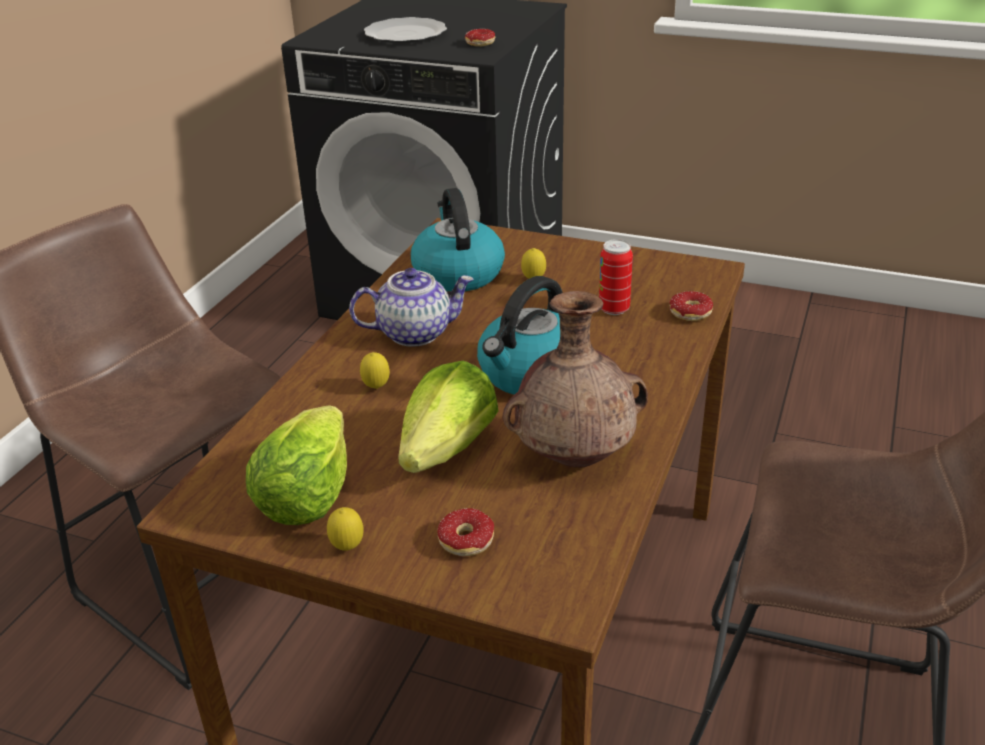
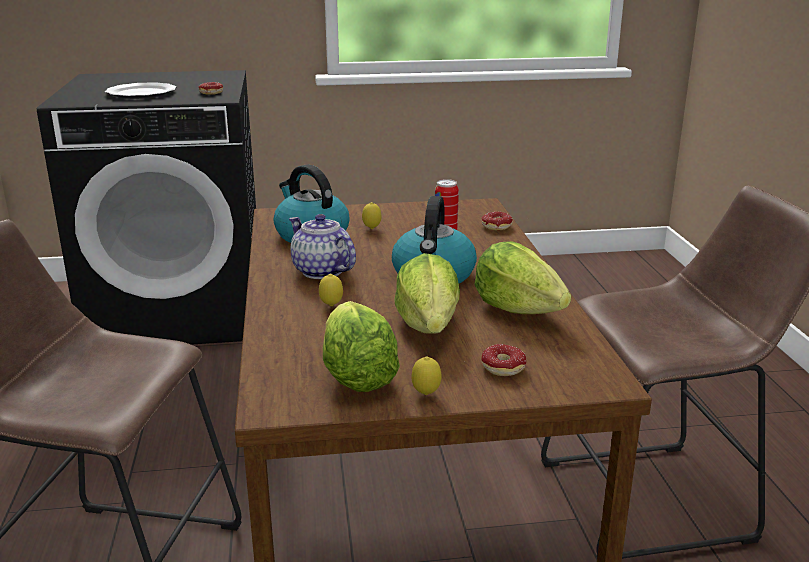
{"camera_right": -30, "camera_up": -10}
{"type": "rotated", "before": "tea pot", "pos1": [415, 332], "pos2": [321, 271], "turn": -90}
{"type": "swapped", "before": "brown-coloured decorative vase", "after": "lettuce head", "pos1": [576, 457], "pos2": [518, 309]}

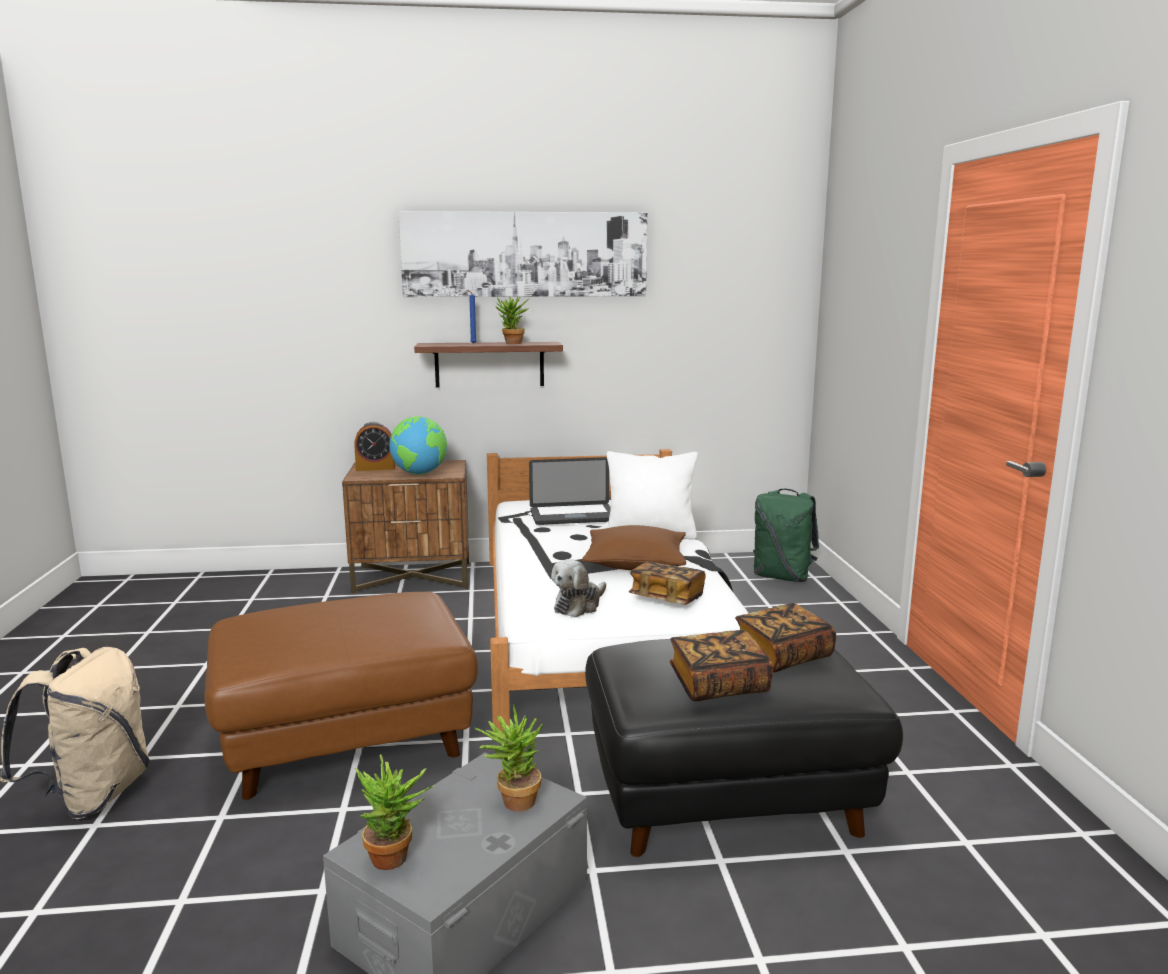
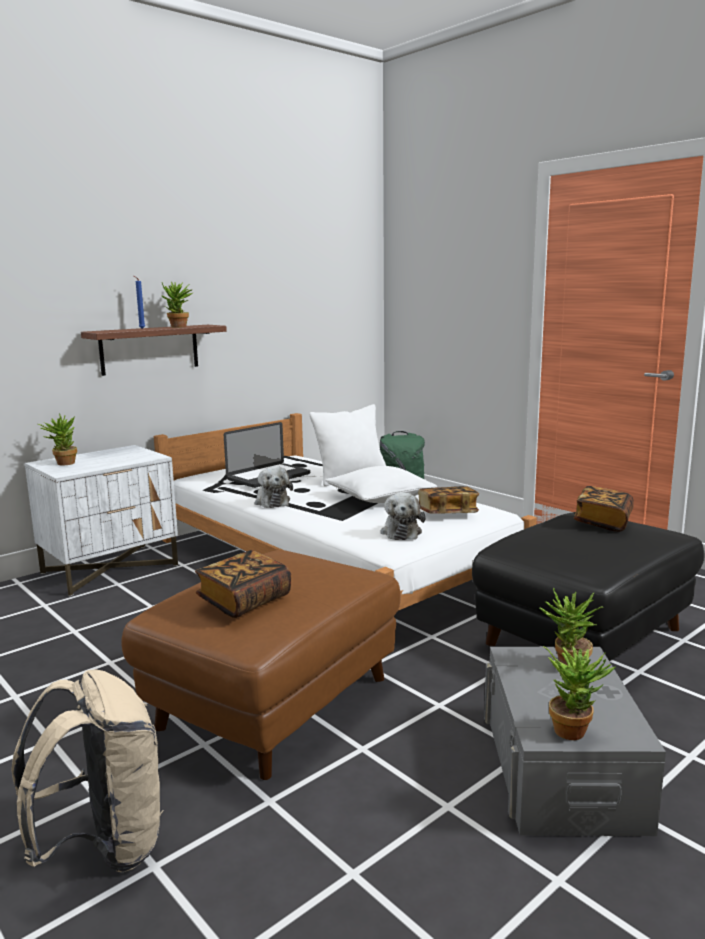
{"camera_right": -35, "camera_up": 0}
{"type": "repainted", "before": "brown-coloured night table", "after": "white night table", "pos1": [413, 578], "pos2": [111, 569]}
{"type": "swapped", "before": "alarm clock", "after": "houseplant", "pos1": [375, 468], "pos2": [62, 463]}
{"type": "gone", "before": "globe", "pos1": [420, 473]}
{"type": "gone", "before": "wall art", "pos1": [525, 254]}
{"type": "repainted", "before": "brown-coloured cushion", "after": "white cushion", "pos1": [635, 563], "pos2": [380, 498]}
{"type": "shifted", "before": "volume", "pos1": [718, 685], "pos2": [244, 600]}
{"type": "new", "after": "plush toy", "pos2": [272, 501]}

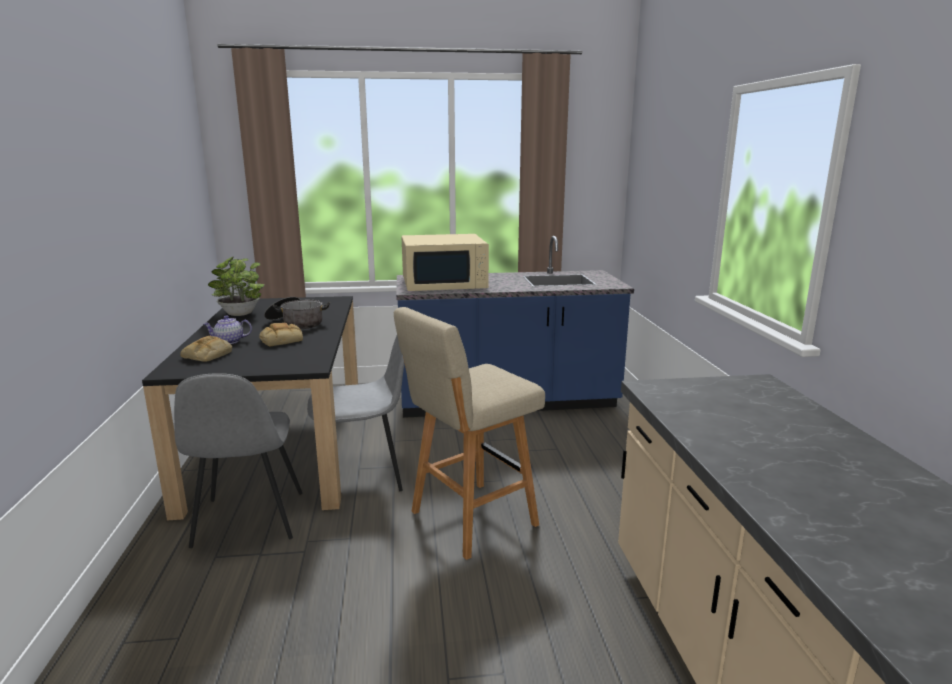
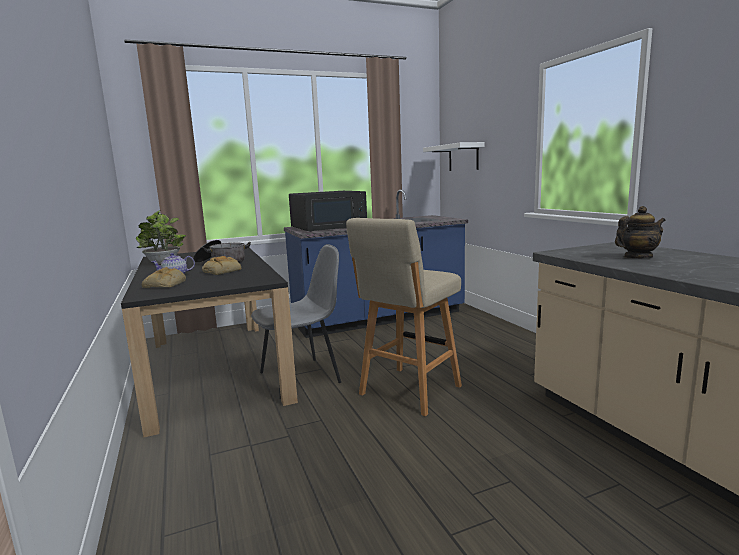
{"camera_right": -15, "camera_up": -5}
{"type": "gone", "before": "greyish chair", "pos1": [248, 520]}
{"type": "repainted", "before": "beige microwave oven", "after": "black microwave oven", "pos1": [444, 283], "pos2": [329, 227]}
{"type": "new", "after": "white shelf", "pos2": [463, 157]}
{"type": "new", "after": "tea pot", "pos2": [637, 257]}

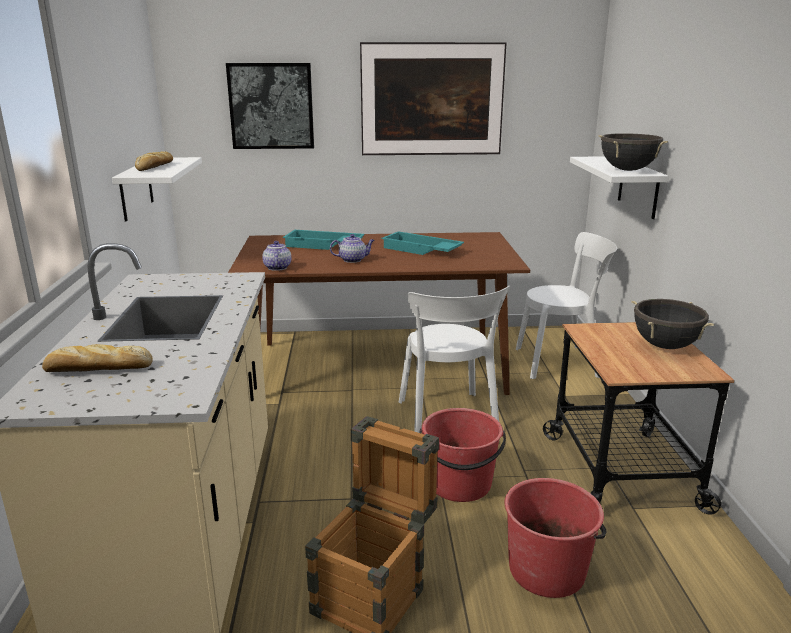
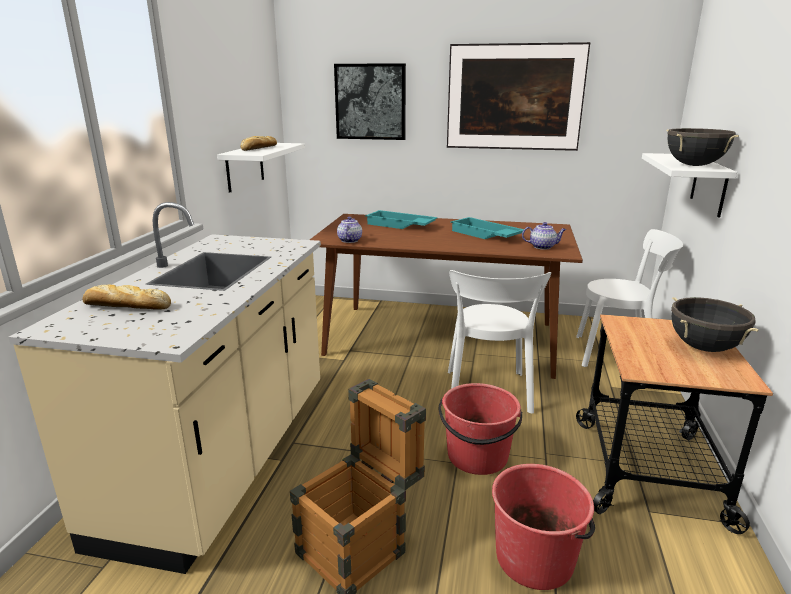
{"camera_right": 15, "camera_up": 0}
{"type": "shifted", "before": "tea pot", "pos1": [353, 260], "pos2": [543, 247]}

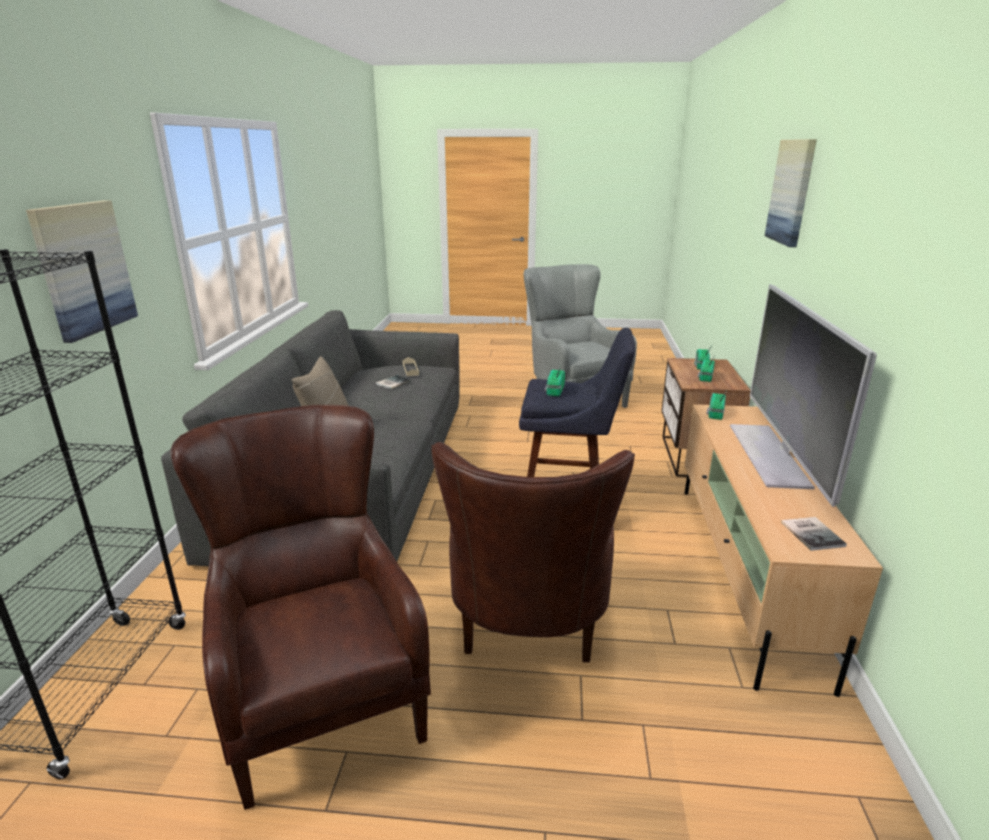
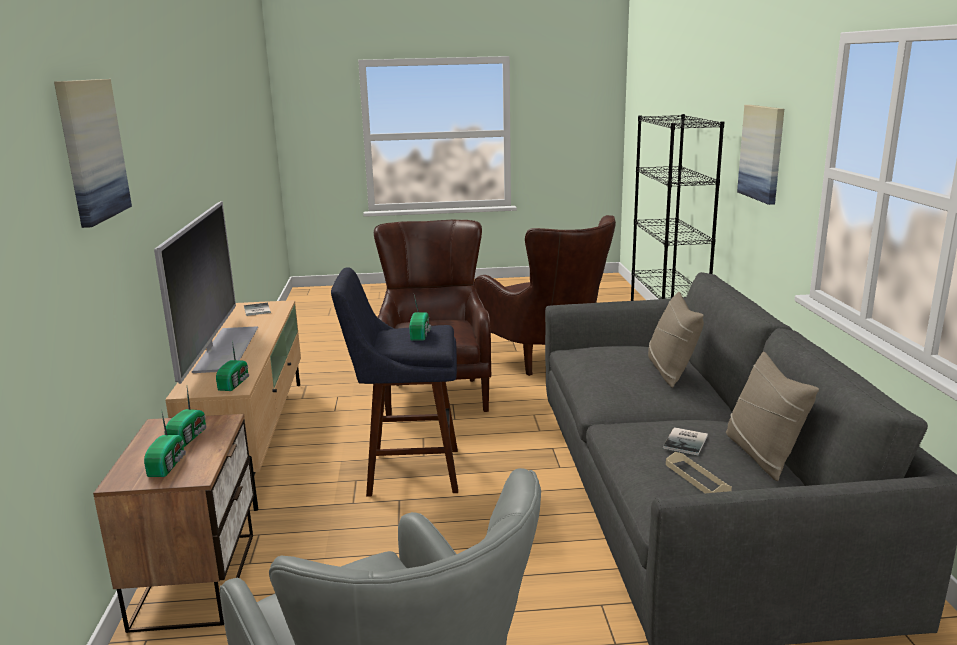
{"camera_right": 170, "camera_up": -5}
{"type": "new", "after": "beige cushion", "pos2": [762, 455]}

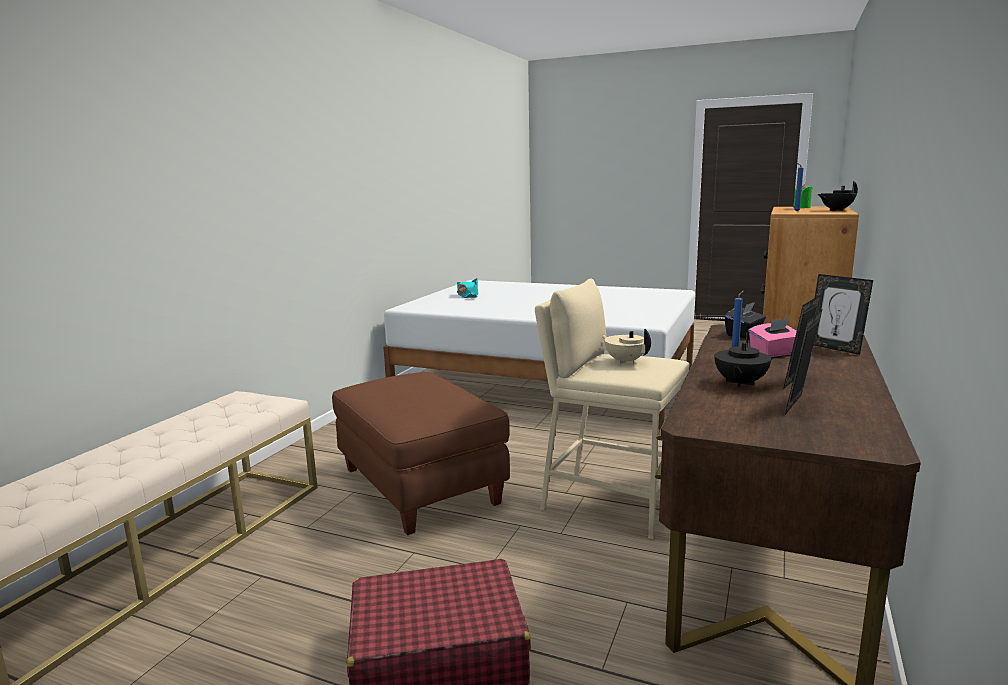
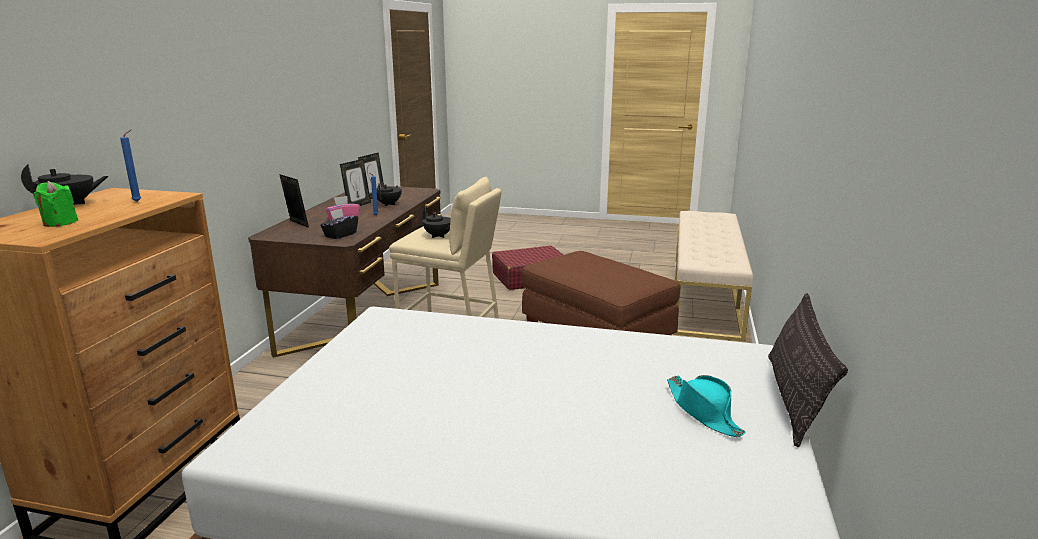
{"camera_right": 170, "camera_up": 5}
{"type": "repainted", "before": "beige tea pot", "after": "black tea pot", "pos1": [625, 361], "pos2": [438, 236]}
{"type": "new", "after": "cushion", "pos2": [794, 398]}

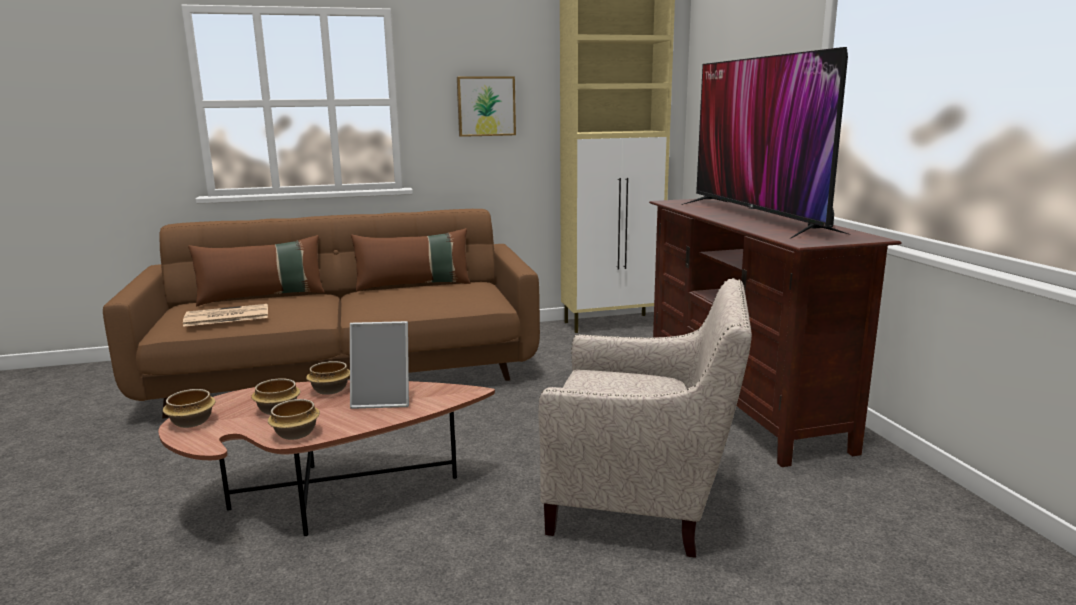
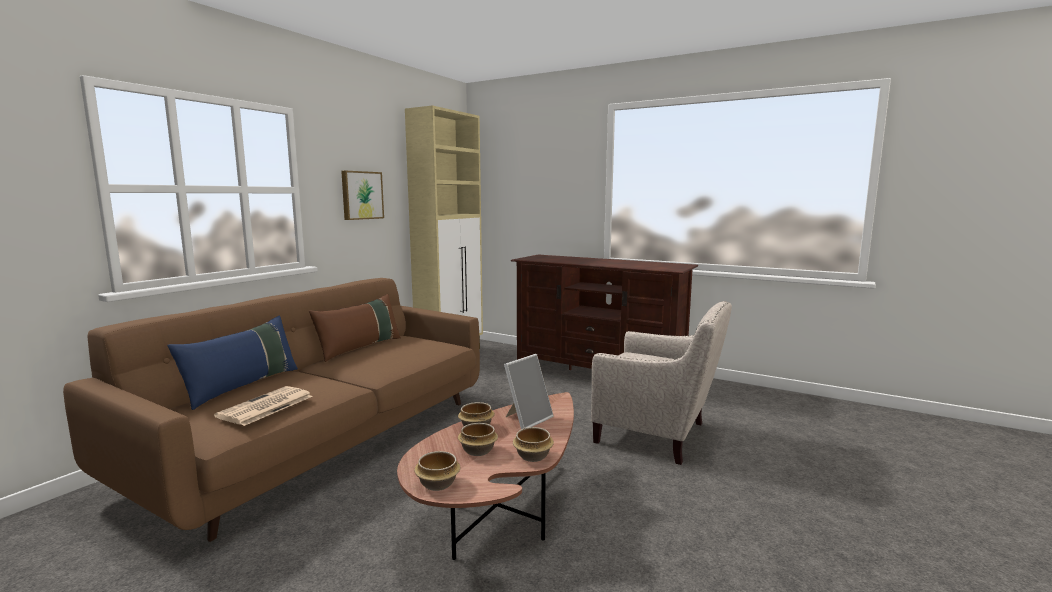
{"camera_right": -45, "camera_up": -5}
{"type": "repainted", "before": "brown-coloured cushion", "after": "blue cushion", "pos1": [262, 297], "pos2": [243, 386]}
{"type": "rotated", "before": "beige easy chair", "pos1": [643, 503], "pos2": [658, 435], "turn": 60}
{"type": "gone", "before": "TV", "pos1": [756, 217]}

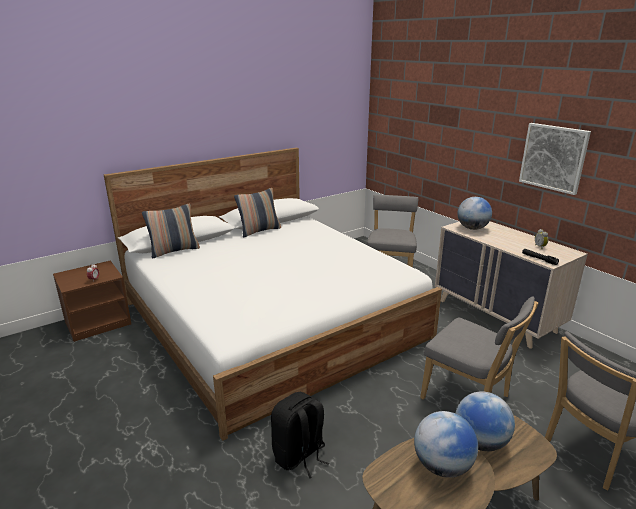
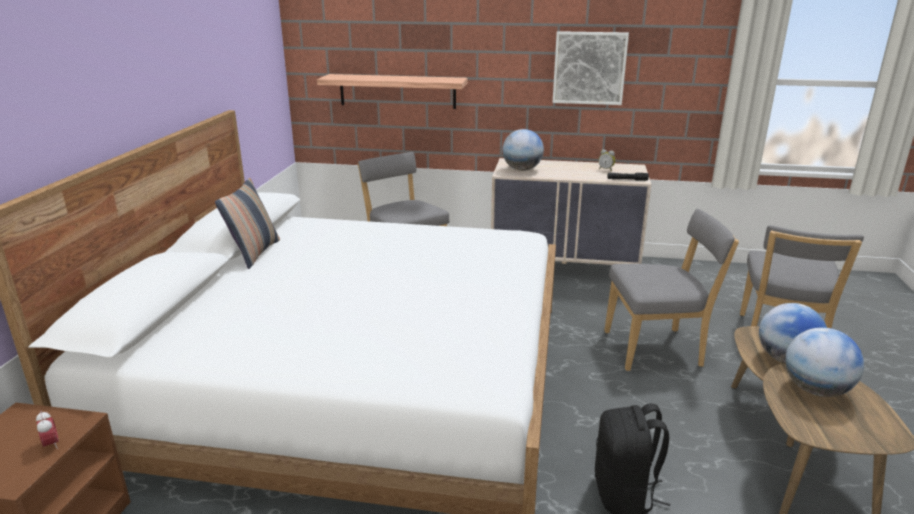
{"camera_right": -45, "camera_up": 0}
{"type": "gone", "before": "cushion", "pos1": [174, 251]}
{"type": "new", "after": "shelf", "pos2": [397, 91]}

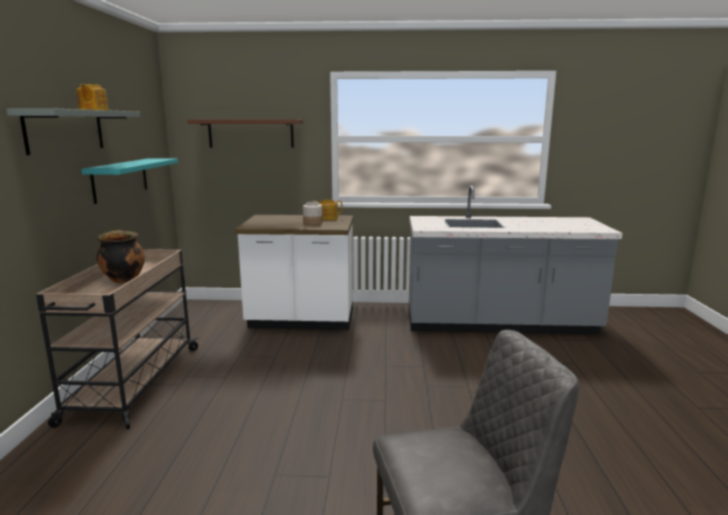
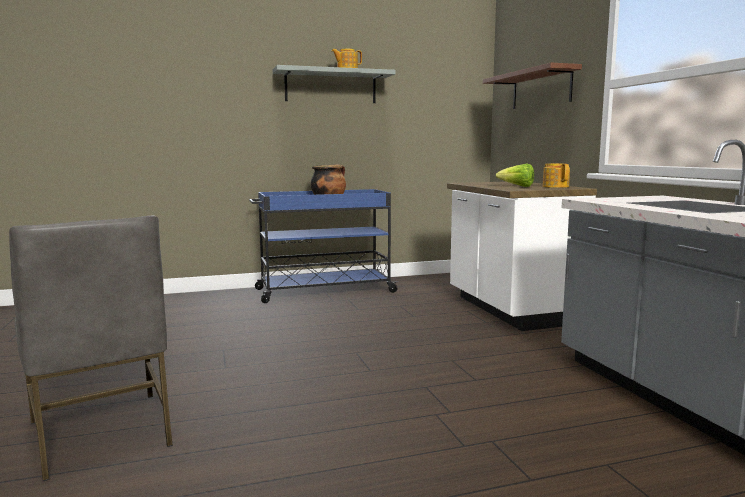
{"camera_right": 70, "camera_up": -5}
{"type": "repainted", "before": "beige wheeled cart", "after": "blue wheeled cart", "pos1": [133, 384], "pos2": [323, 291]}
{"type": "gone", "before": "blue-green shelf", "pos1": [120, 179]}
{"type": "swapped", "before": "jar", "after": "lettuce head", "pos1": [313, 223], "pos2": [517, 186]}

